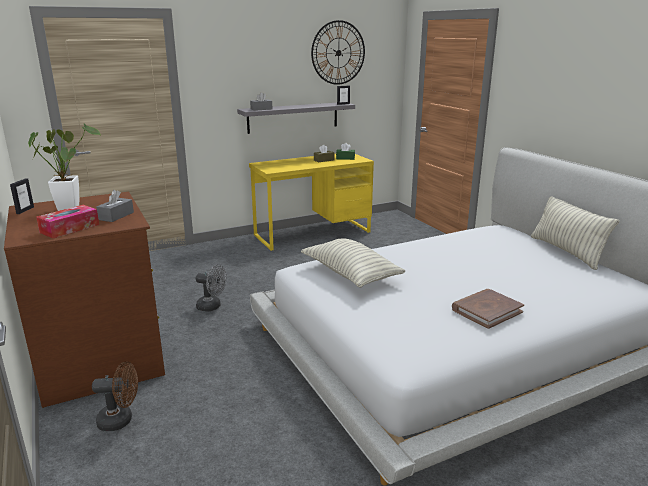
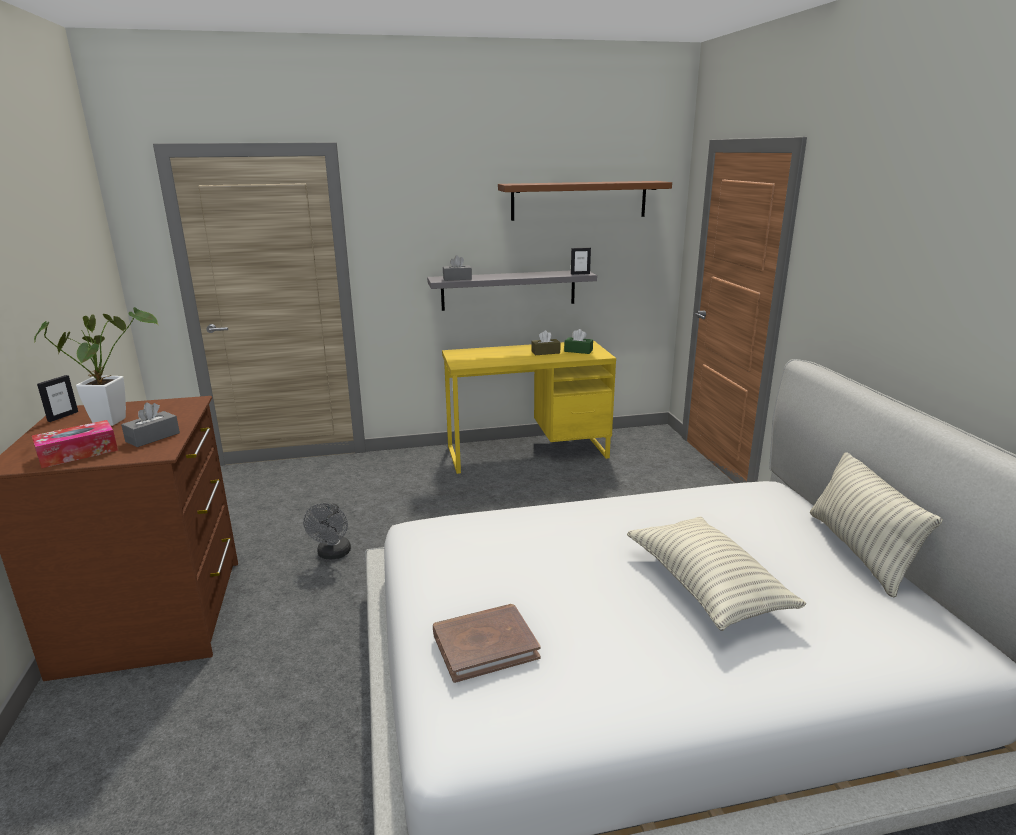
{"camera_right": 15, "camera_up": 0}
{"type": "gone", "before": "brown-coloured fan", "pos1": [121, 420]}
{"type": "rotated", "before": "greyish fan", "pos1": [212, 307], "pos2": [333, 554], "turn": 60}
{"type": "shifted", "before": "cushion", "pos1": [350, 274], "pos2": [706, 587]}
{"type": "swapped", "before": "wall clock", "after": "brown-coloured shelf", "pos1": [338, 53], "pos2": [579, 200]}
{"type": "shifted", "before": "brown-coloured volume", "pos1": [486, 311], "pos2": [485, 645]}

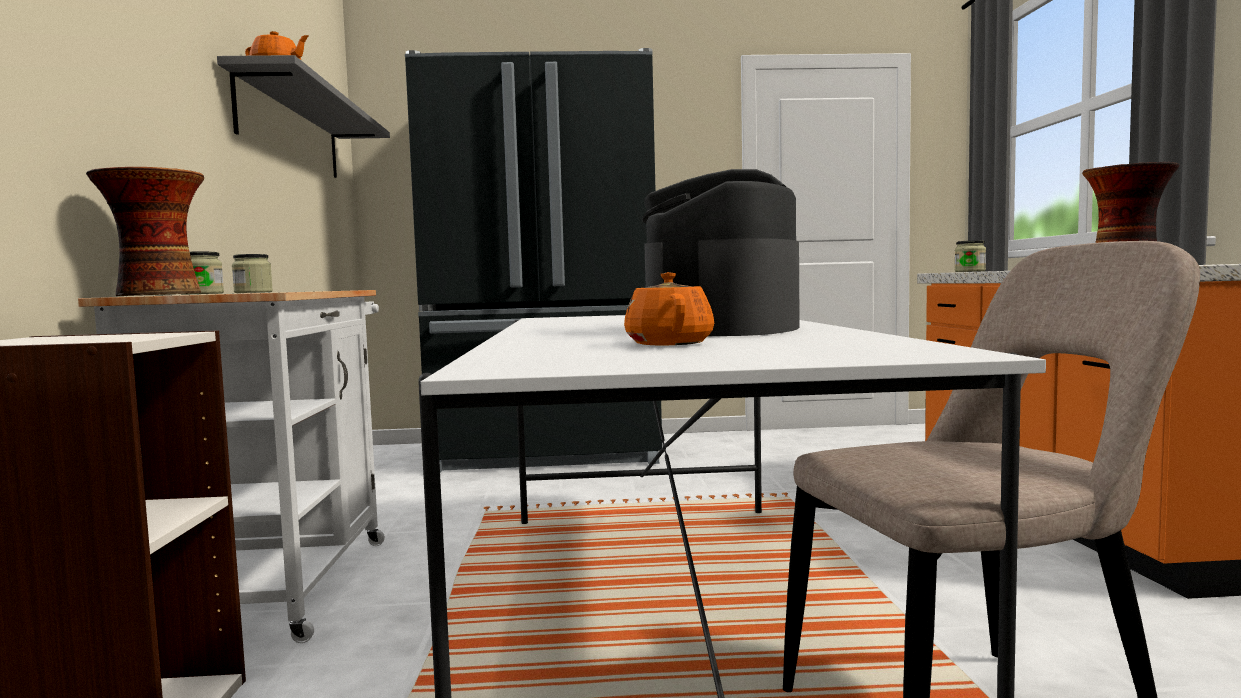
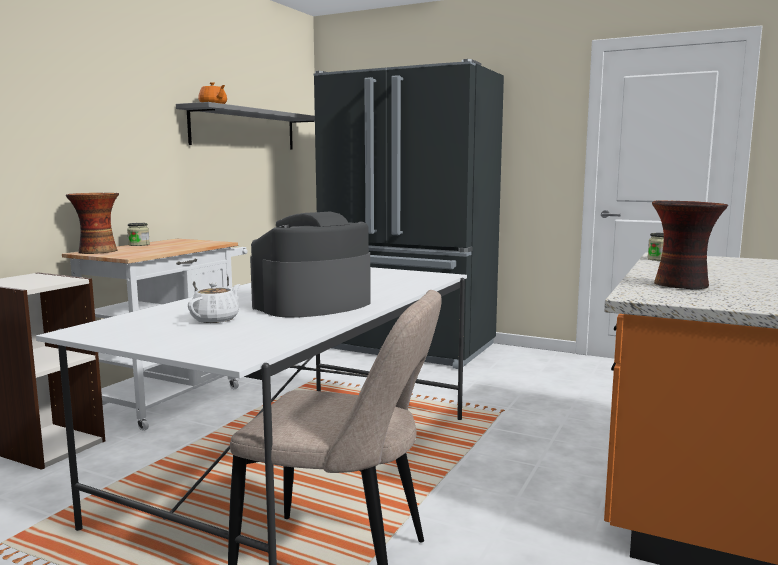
{"camera_right": 30, "camera_up": 5}
{"type": "gone", "before": "jar", "pos1": [253, 292]}
{"type": "repainted", "before": "orangey tea pot", "after": "white tea pot", "pos1": [669, 343], "pos2": [216, 319]}

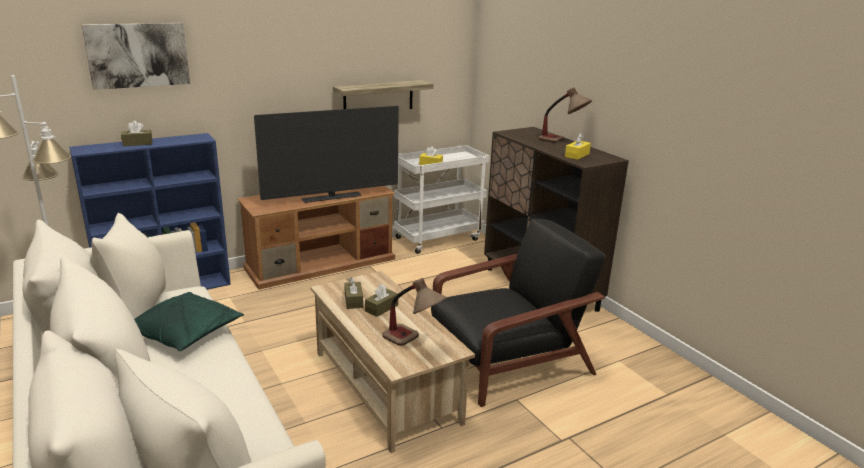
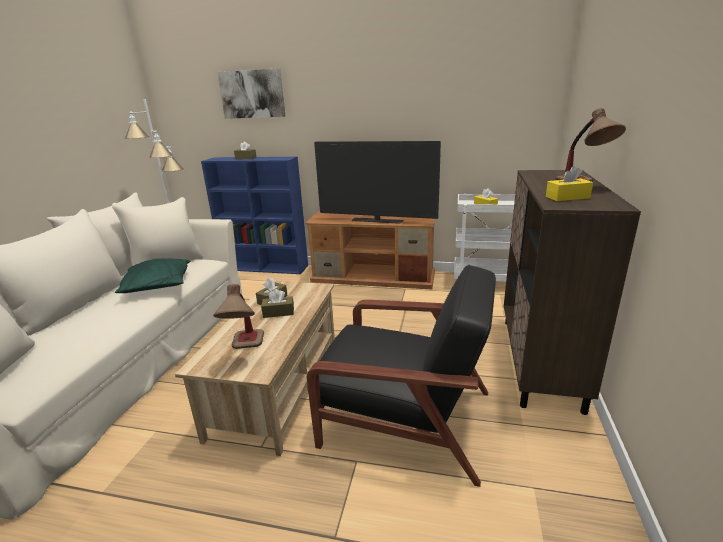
{"camera_right": 45, "camera_up": 0}
{"type": "gone", "before": "shelf", "pos1": [378, 97]}

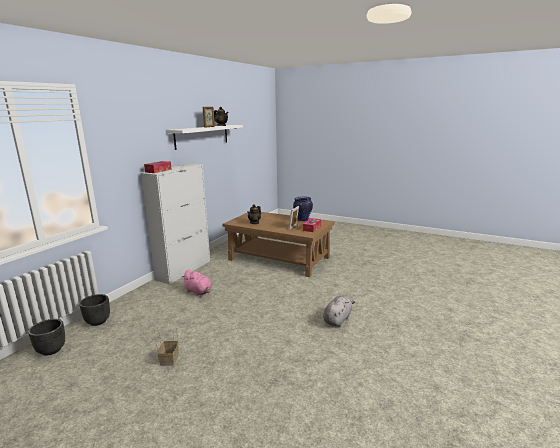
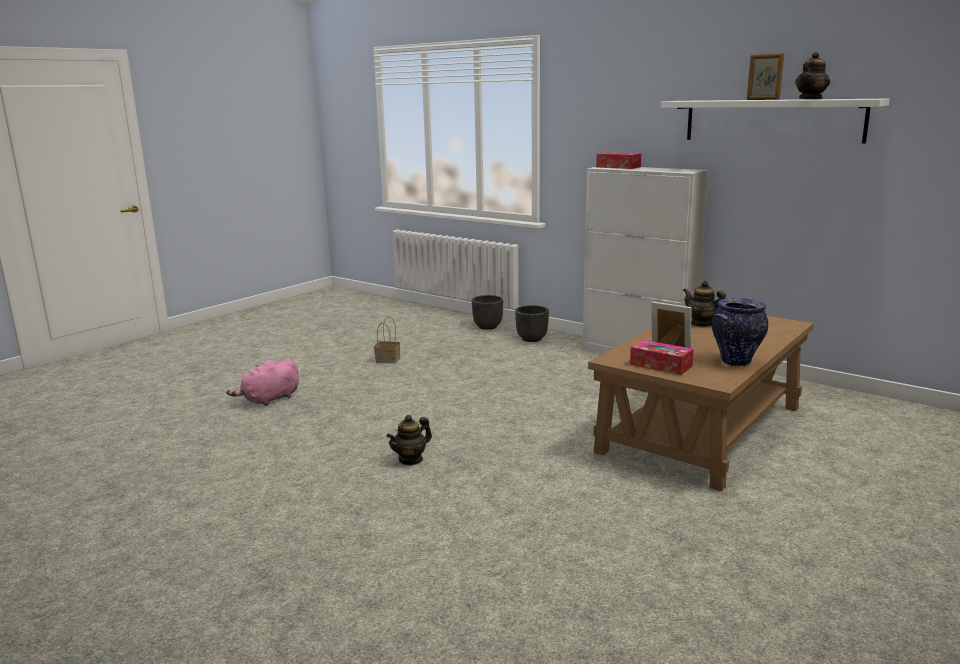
{"camera_right": 100, "camera_up": 0}
{"type": "shifted", "before": "black plant pot", "pos1": [51, 350], "pos2": [532, 339]}
{"type": "shifted", "before": "pinkish plush toy", "pos1": [198, 292], "pos2": [269, 399]}
{"type": "swapped", "before": "greyish plush toy", "after": "tea pot", "pos1": [338, 319], "pos2": [411, 459]}

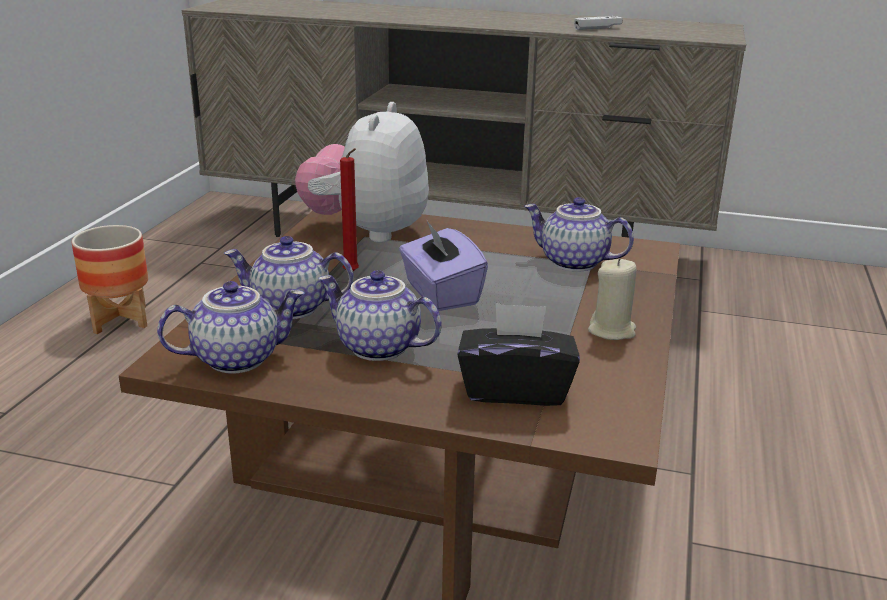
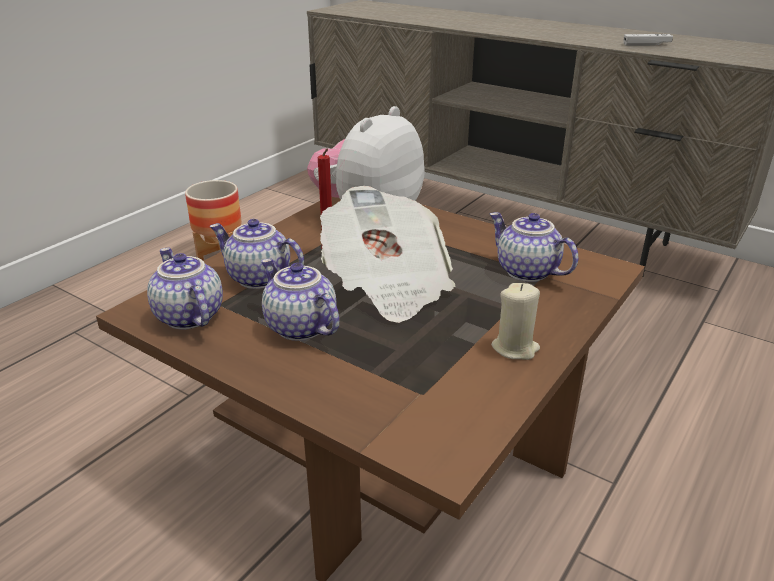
{"camera_right": 20, "camera_up": 5}
{"type": "rotated", "before": "tea pot", "pos1": [237, 358], "pos2": [187, 316], "turn": -120}
{"type": "swapped", "before": "purple box of tissues", "after": "daily paper", "pos1": [440, 294], "pos2": [387, 284]}
{"type": "gone", "before": "black box of tissues", "pos1": [515, 389]}

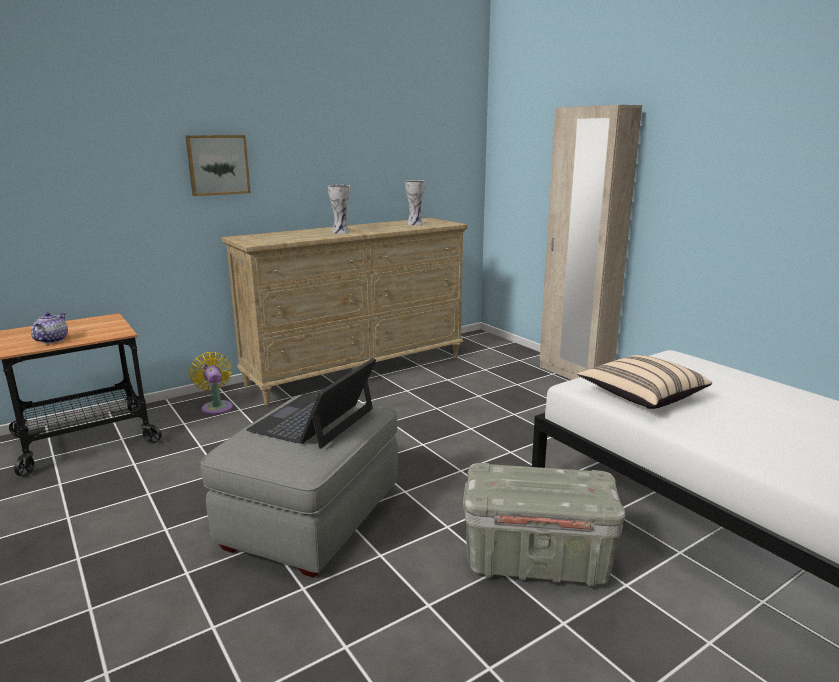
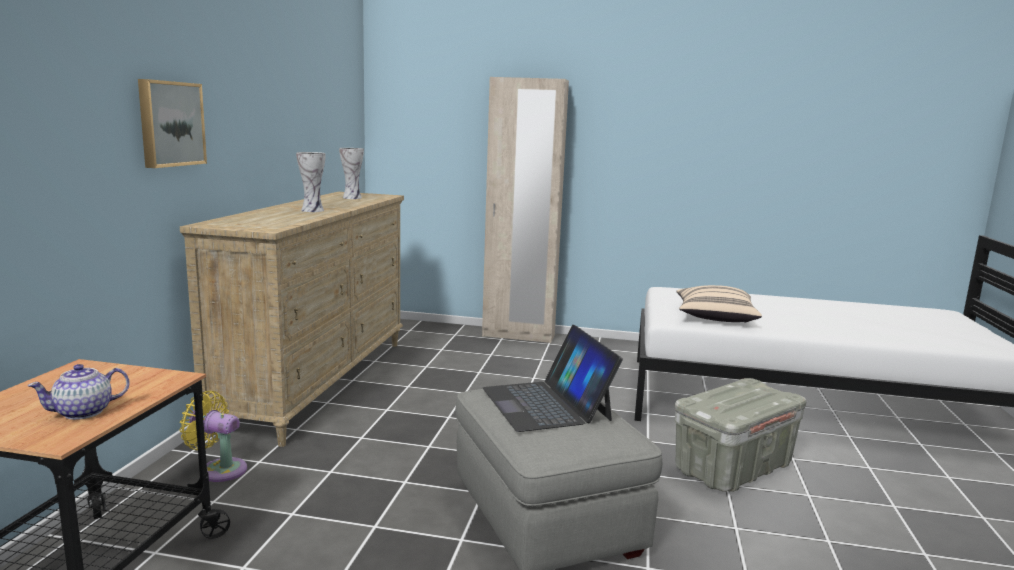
{"camera_right": -45, "camera_up": -5}
{"type": "rotated", "before": "tea pot", "pos1": [52, 340], "pos2": [84, 412], "turn": -90}

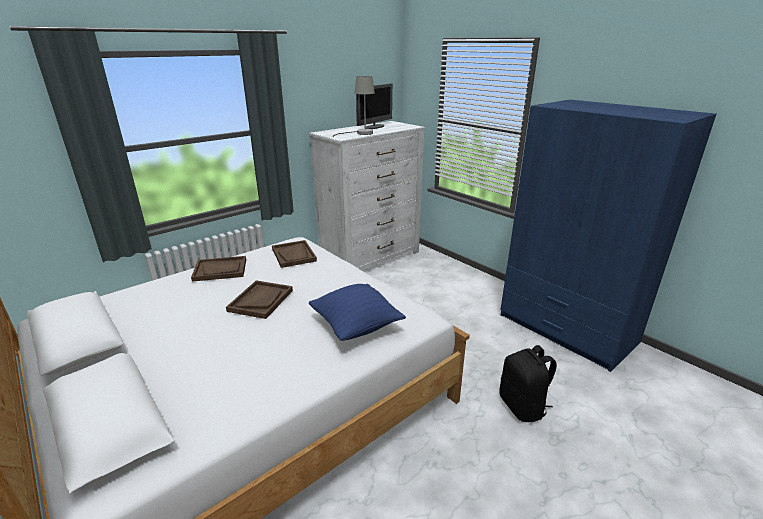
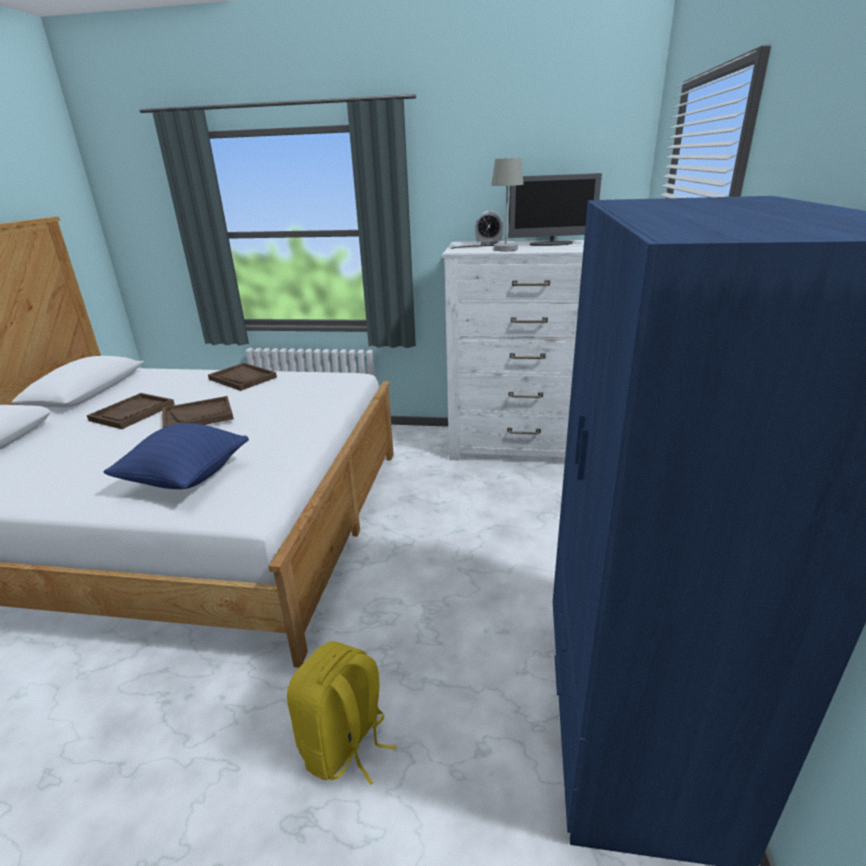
{"camera_right": 50, "camera_up": 0}
{"type": "shifted", "before": "brown-coloured serving tray", "pos1": [294, 255], "pos2": [132, 412]}
{"type": "repainted", "before": "black knapsack", "after": "yellow knapsack", "pos1": [523, 406], "pos2": [345, 744]}
{"type": "new", "after": "alarm clock", "pos2": [489, 244]}

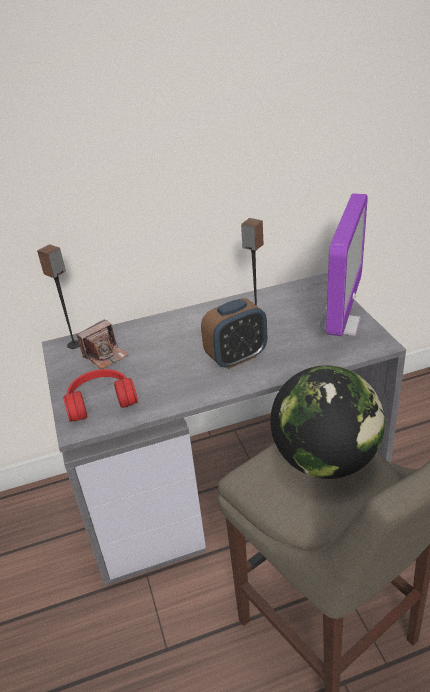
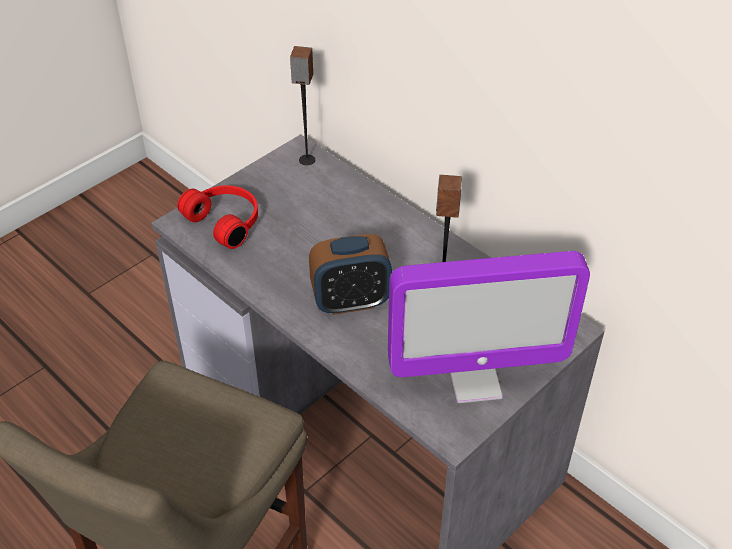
{"camera_right": 60, "camera_up": 10}
{"type": "gone", "before": "still camera", "pos1": [105, 355]}
{"type": "rotated", "before": "alarm clock", "pos1": [236, 357], "pos2": [351, 301], "turn": -45}
{"type": "gone", "before": "globe", "pos1": [325, 460]}

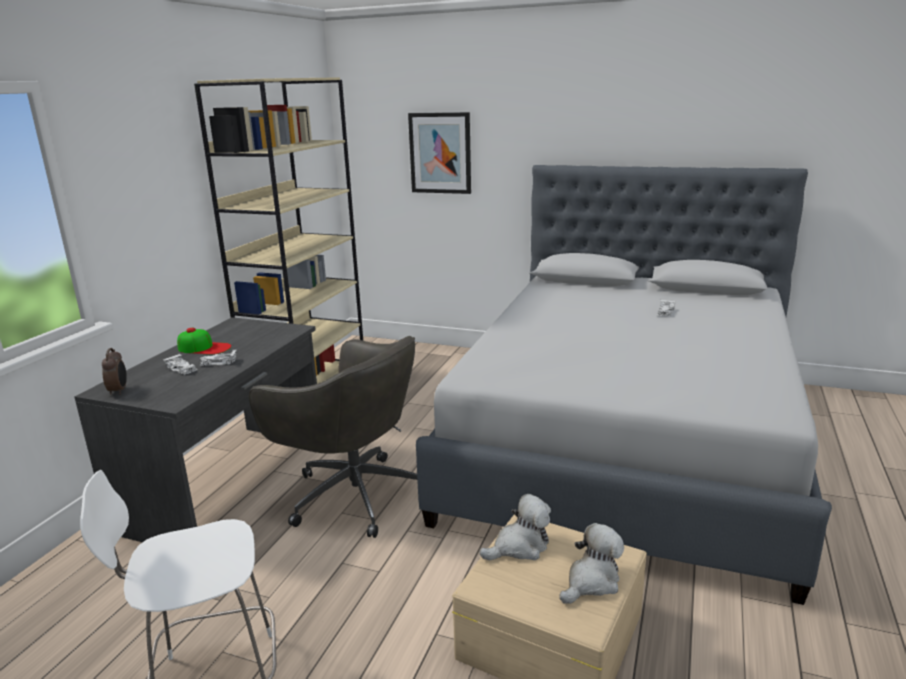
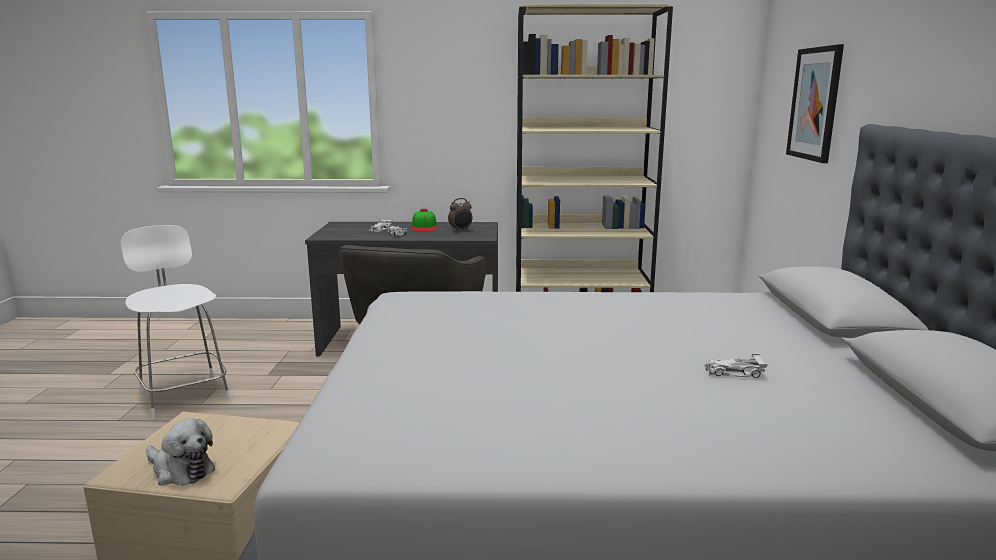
{"camera_right": 70, "camera_up": -5}
{"type": "shifted", "before": "alarm clock", "pos1": [119, 391], "pos2": [460, 230]}
{"type": "gone", "before": "plush toy", "pos1": [519, 547]}

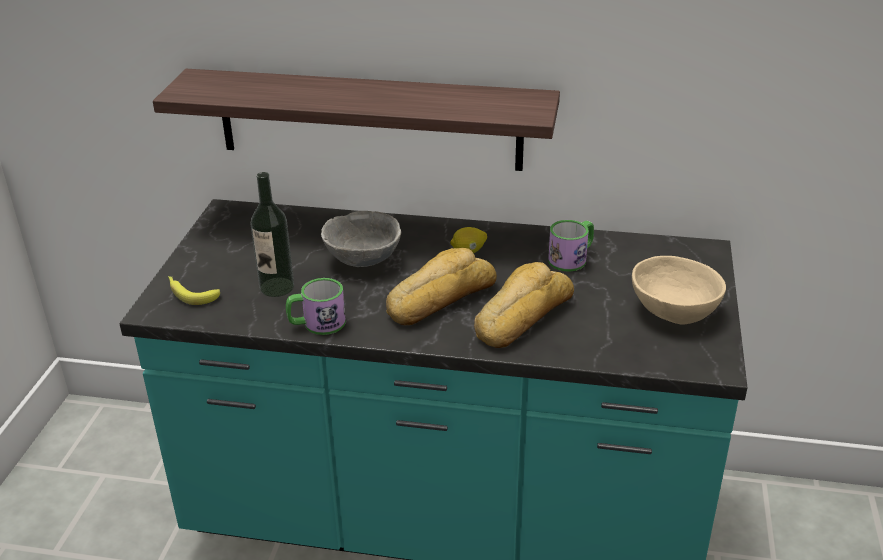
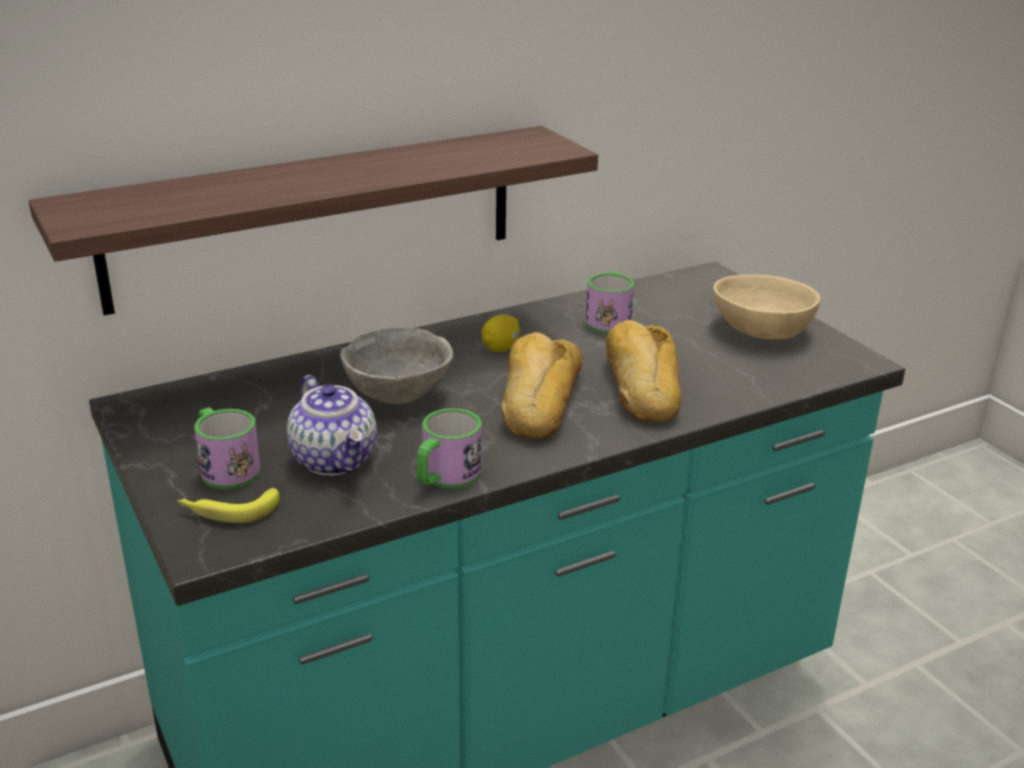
{"camera_right": -40, "camera_up": -5}
{"type": "swapped", "before": "bottle", "after": "tea pot", "pos1": [277, 287], "pos2": [335, 460]}
{"type": "new", "after": "tea mug", "pos2": [225, 467]}

